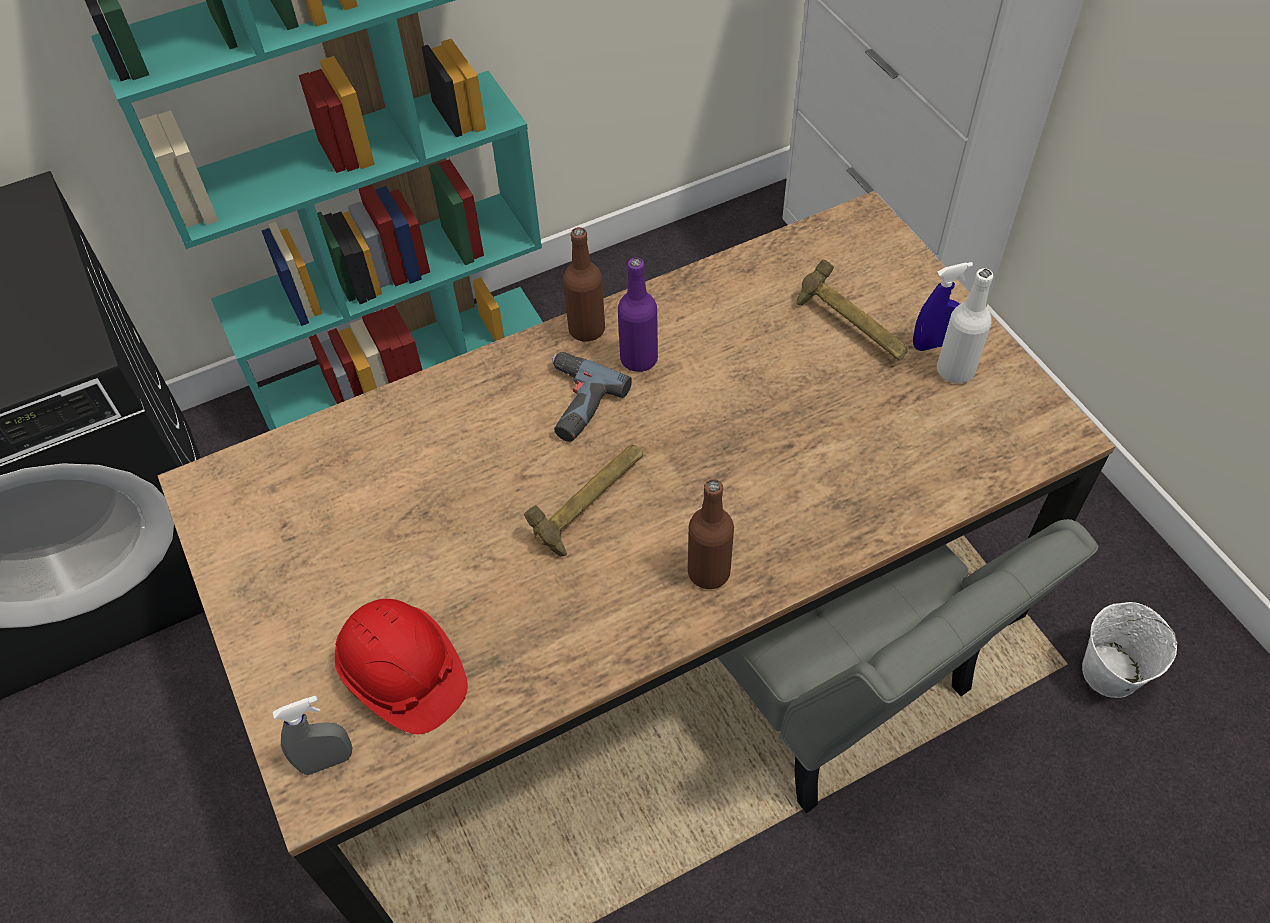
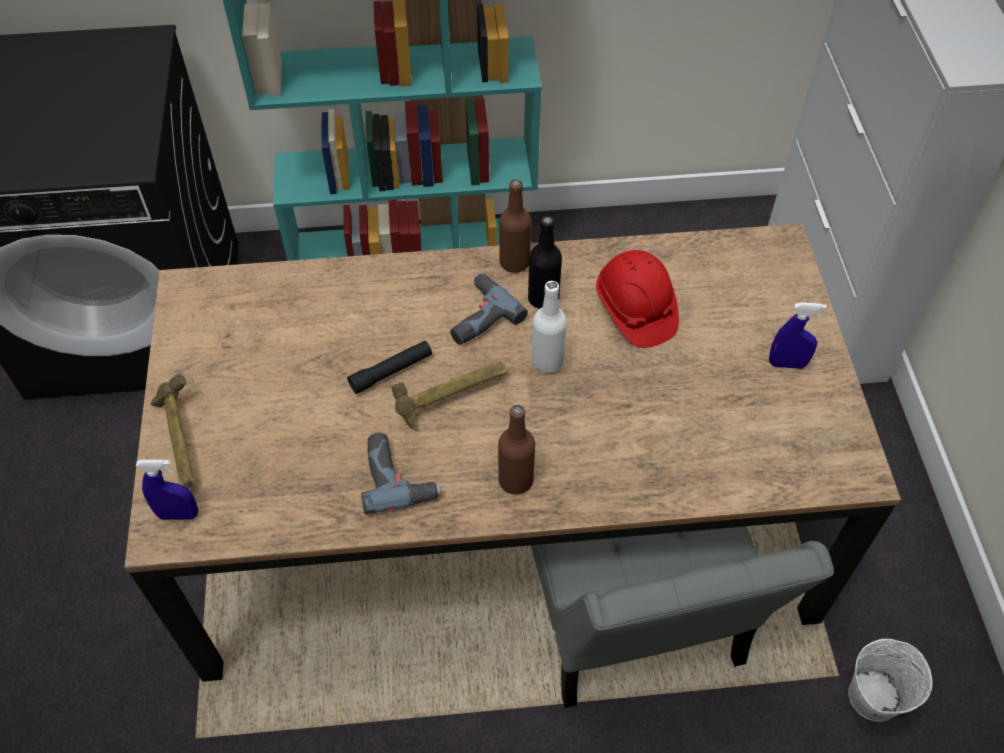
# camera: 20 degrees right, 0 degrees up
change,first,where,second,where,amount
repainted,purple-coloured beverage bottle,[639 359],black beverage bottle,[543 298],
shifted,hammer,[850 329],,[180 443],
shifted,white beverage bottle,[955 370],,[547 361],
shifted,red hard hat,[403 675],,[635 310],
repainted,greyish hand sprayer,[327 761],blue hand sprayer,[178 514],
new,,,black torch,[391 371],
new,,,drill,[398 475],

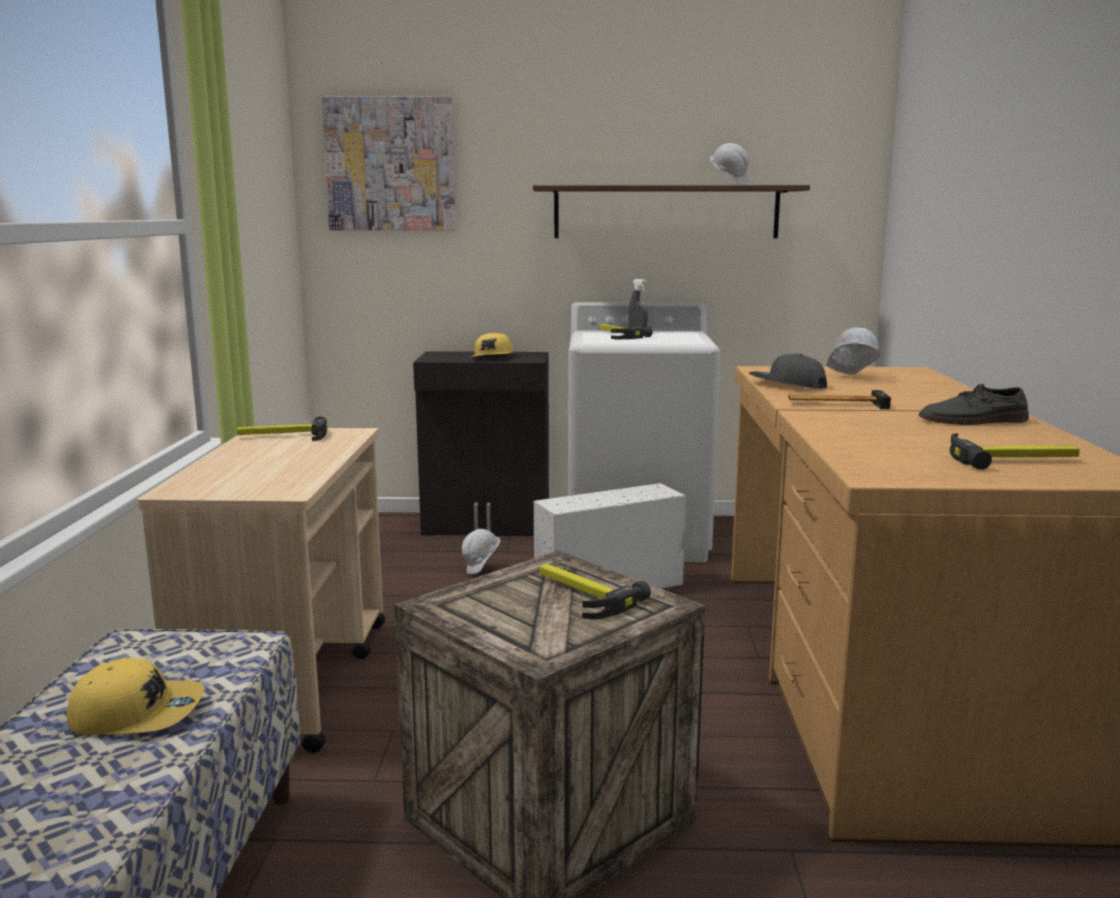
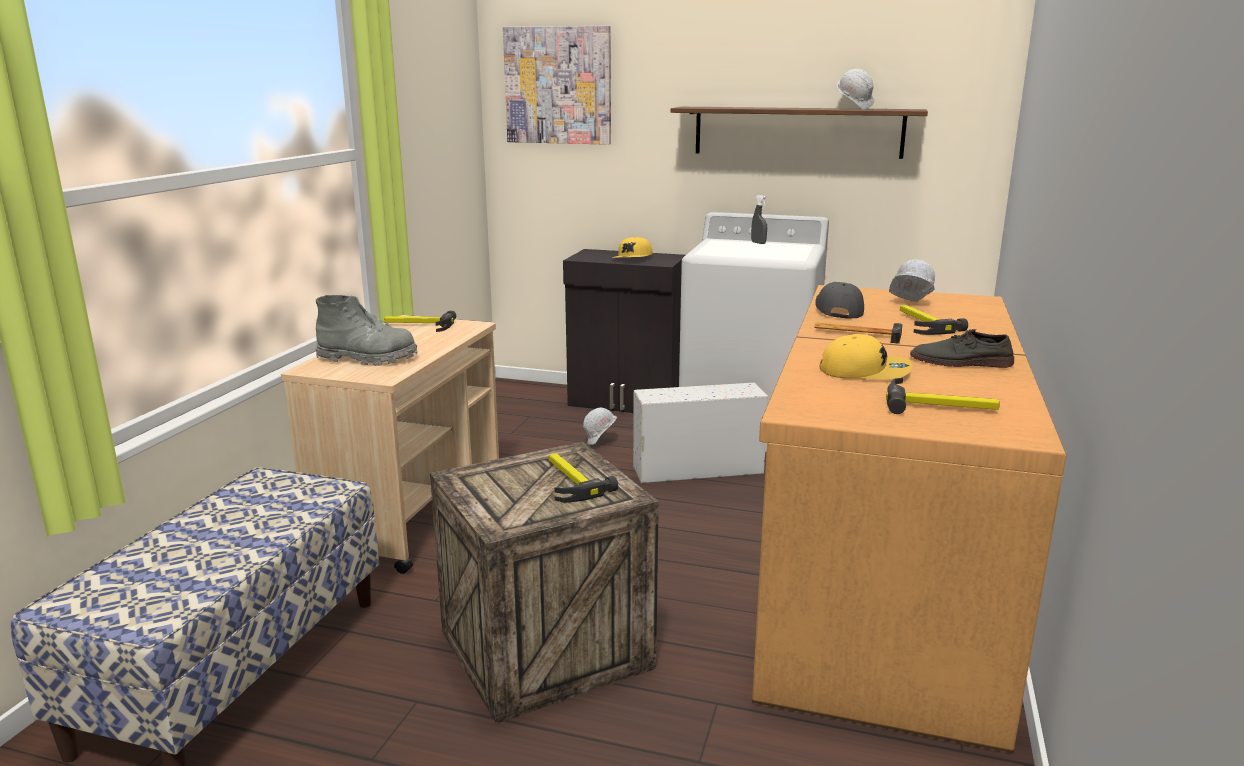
# camera: 15 degrees right, 5 degrees up
change,first,where,second,where,amount
shifted,hammer,[616 335],,[921 324],
rotated,greyish peaked cap,[787 385],,[838 309],45 degrees clockwise
shifted,yellow-coloured peaked cap,[137 713],,[865 371],
new,,,greyish high-top boot,[367 358],

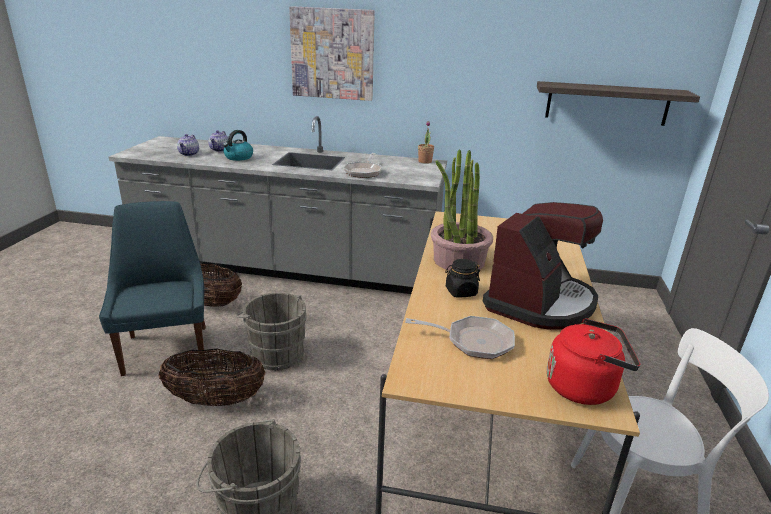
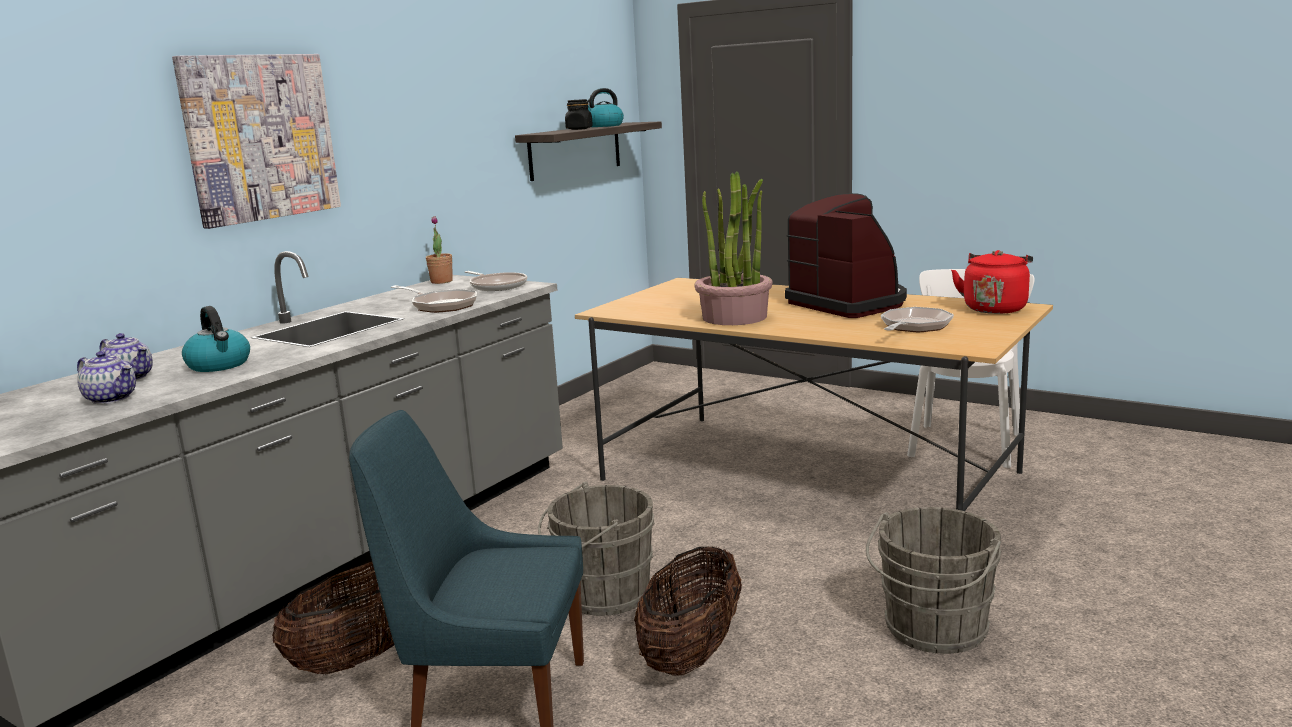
# camera: 65 degrees left, 10 degrees down
change,first,where,second,where,amount
shifted,black storage jar,[460 292],,[579 129],
new,,,water kettle,[604 126],
new,,,skillet,[497 286],

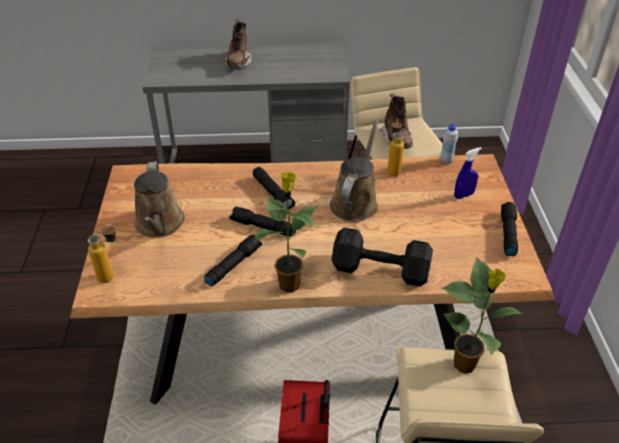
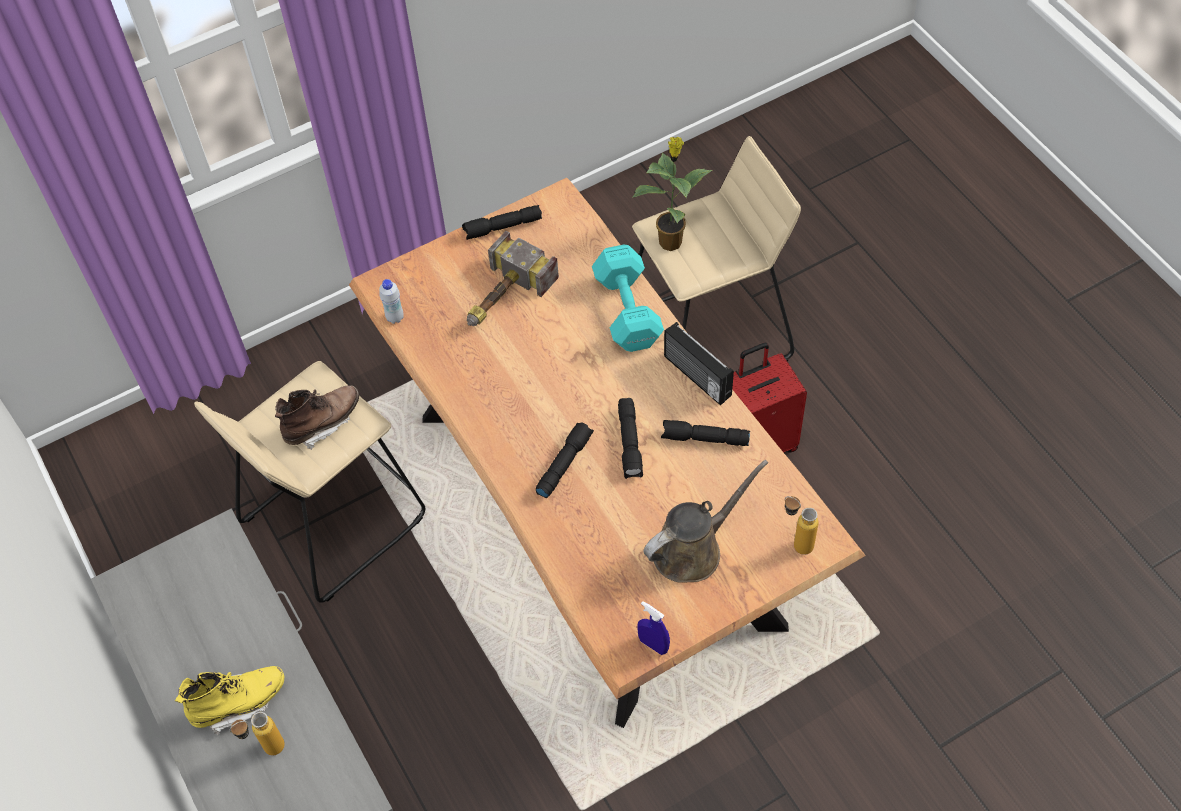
# camera: 115 degrees left, 15 degrees up
change,first,where,second,where,amount
repainted,brownish high-top boot,[238 62],yellow-coloured high-top boot,[239 703],
gone,brownish watering pot,[355 202],,,
shifted,beverage bottle,[393 169],,[266 750],
shifted,blue hand sprayer,[463 195],,[653 645],
swapped,potted plant,[289 283],radio,[696 377],
repainted,black free weight,[378 269],turquoise-coloured free weight,[627 313],
new,,,hammer,[502 298],

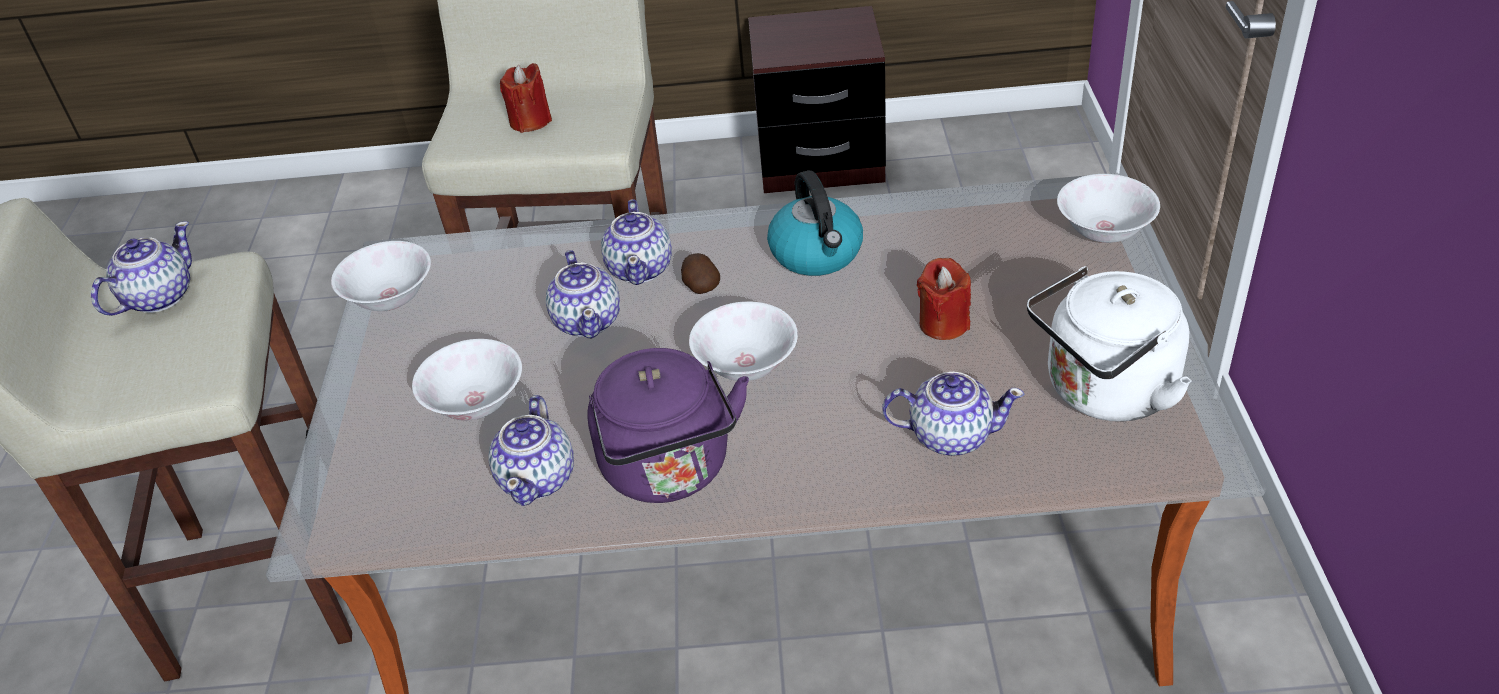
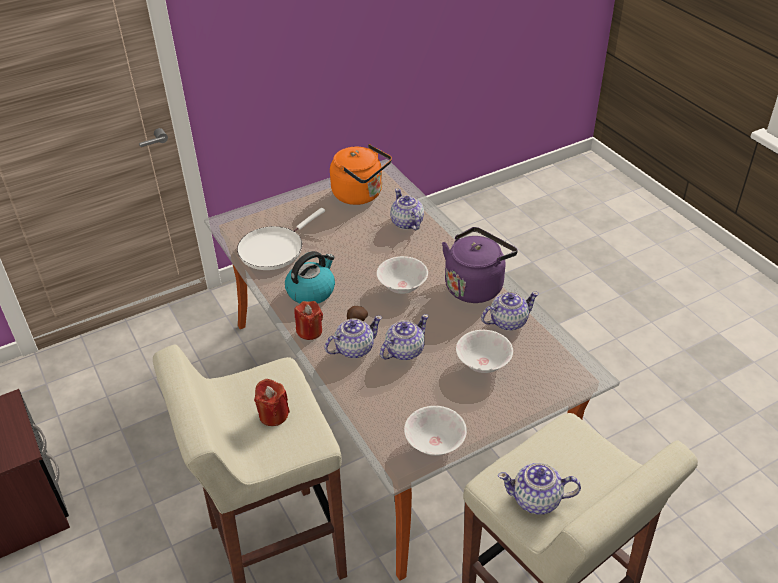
# camera: 120 degrees left, 0 degrees up
change,first,where,second,where,amount
gone,white deep dish,[1103 232],,,
shifted,red wax candle,[943 324],,[309 331],
repainted,white water kettle,[1104 392],orangey water kettle,[360 195],
new,,,white skillet,[274 249],

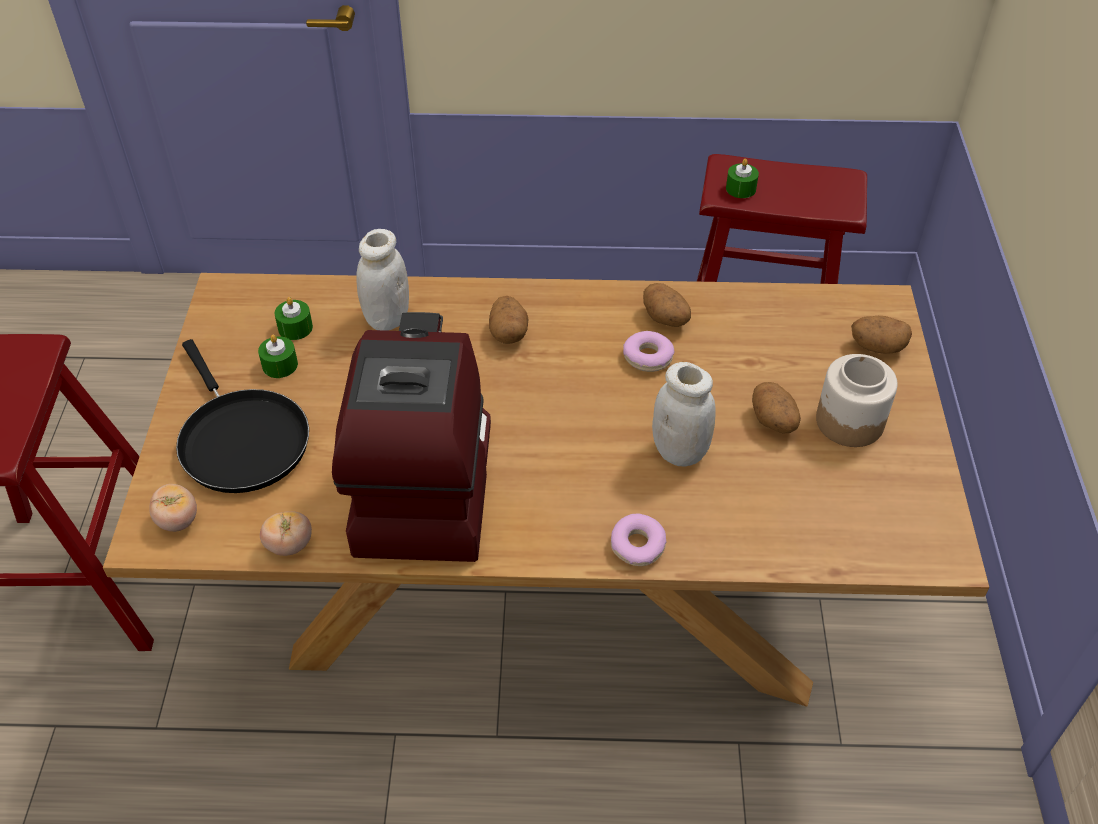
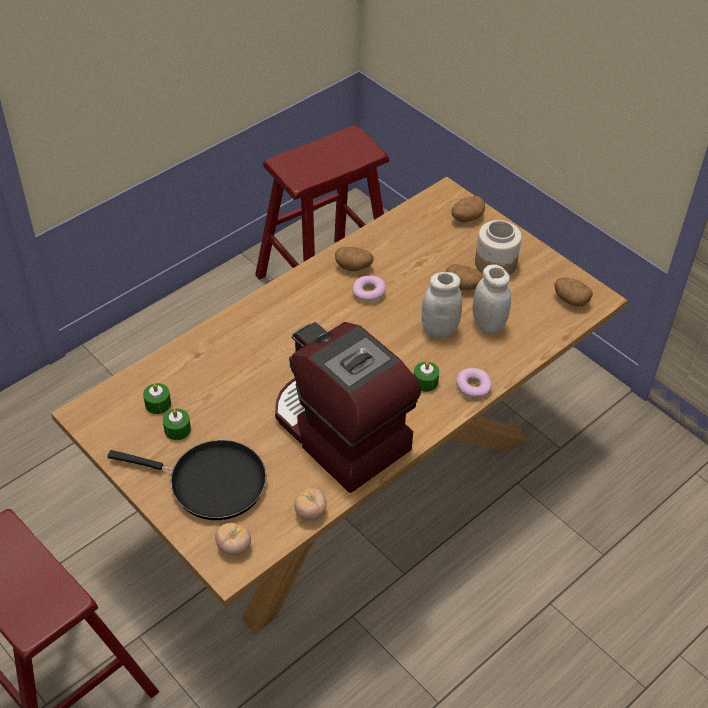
# camera: 45 degrees left, 0 degrees up
change,first,where,second,where,amount
shifted,green-coloured wax candle,[740 188],,[425 382],
shifted,white storage jar,[387 318],,[488 324],
shifted,potato,[508 333],,[570 300],

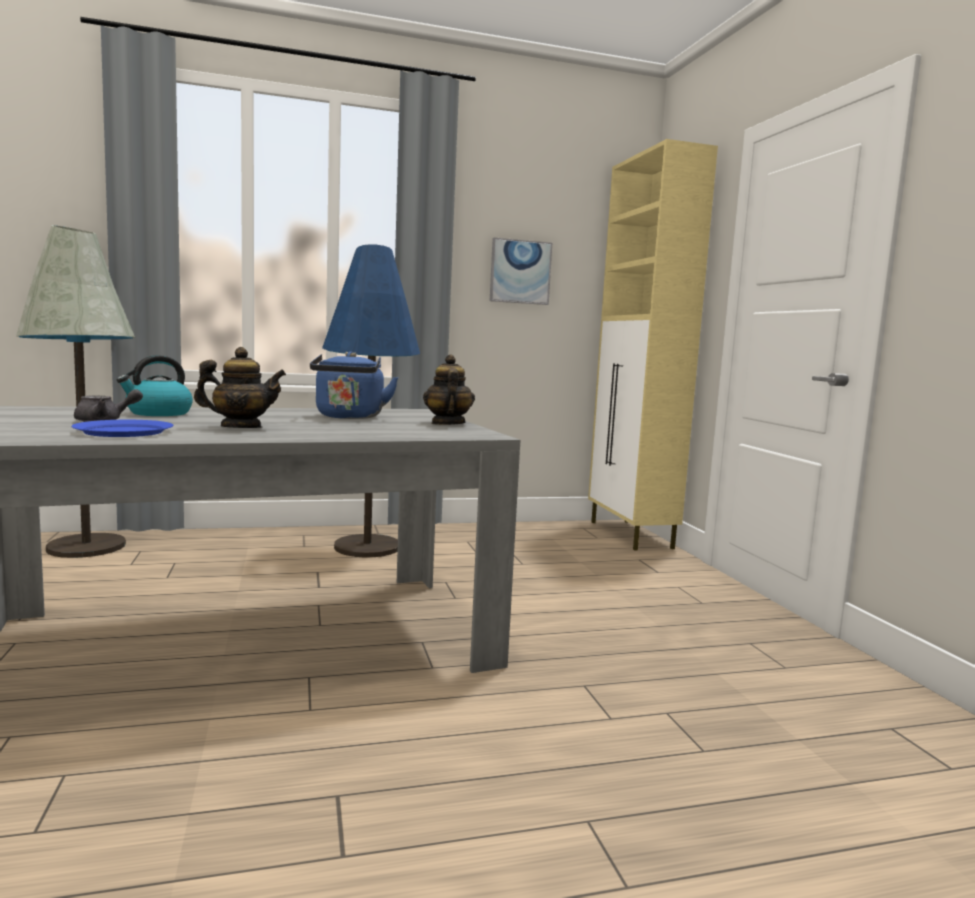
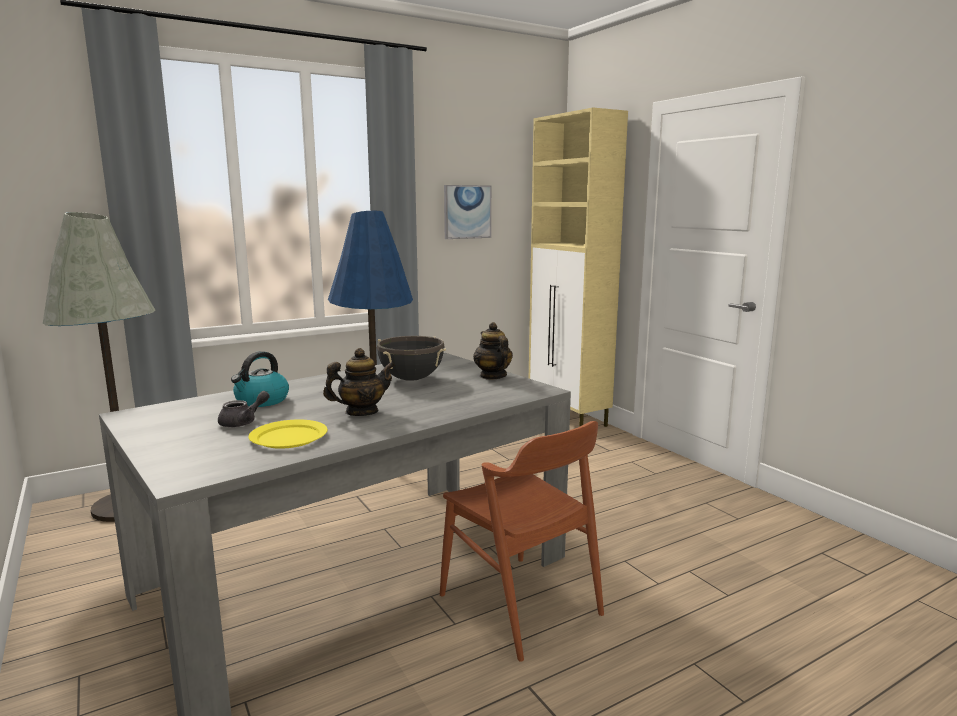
# camera: 15 degrees left, 5 degrees up
change,first,where,second,where,amount
swapped,blue water kettle,[349 417],black stockpot,[411 379],
repainted,blue dinner plate,[124 431],yellow-coloured dinner plate,[288 437],
new,,,brownish chair,[520 604],

